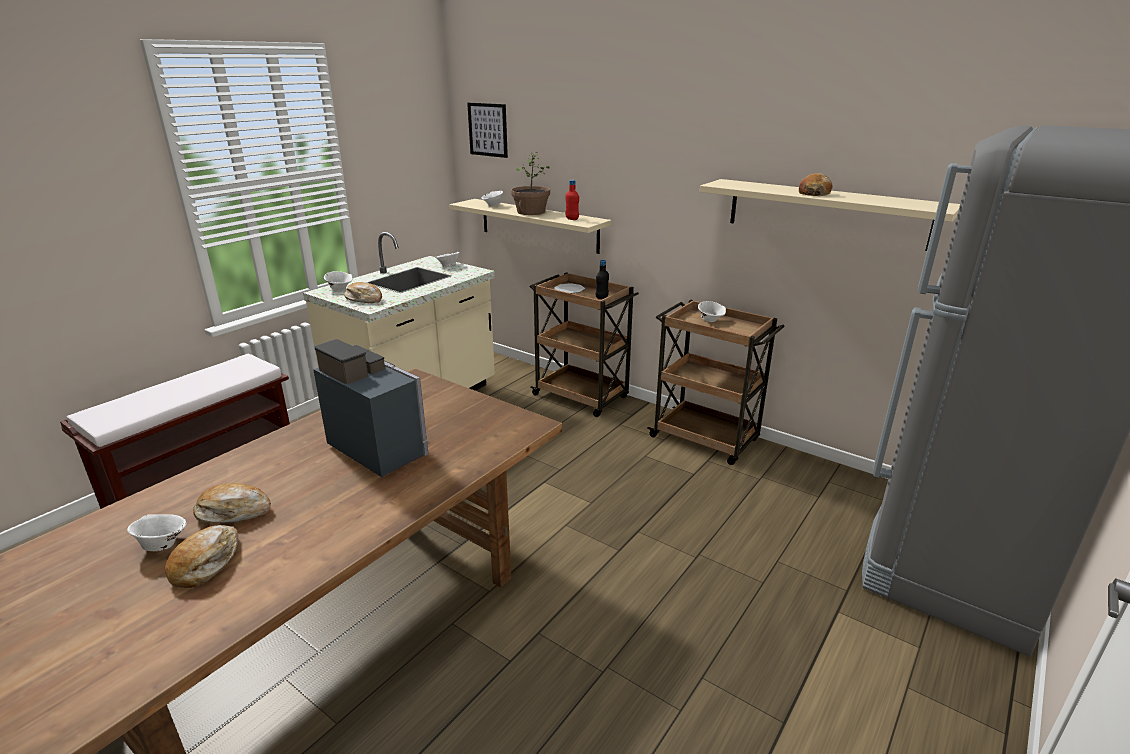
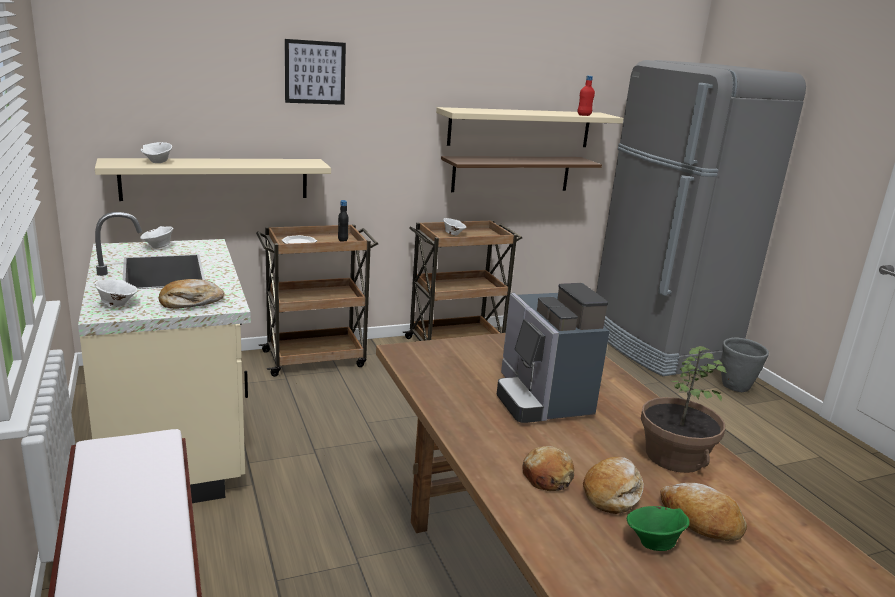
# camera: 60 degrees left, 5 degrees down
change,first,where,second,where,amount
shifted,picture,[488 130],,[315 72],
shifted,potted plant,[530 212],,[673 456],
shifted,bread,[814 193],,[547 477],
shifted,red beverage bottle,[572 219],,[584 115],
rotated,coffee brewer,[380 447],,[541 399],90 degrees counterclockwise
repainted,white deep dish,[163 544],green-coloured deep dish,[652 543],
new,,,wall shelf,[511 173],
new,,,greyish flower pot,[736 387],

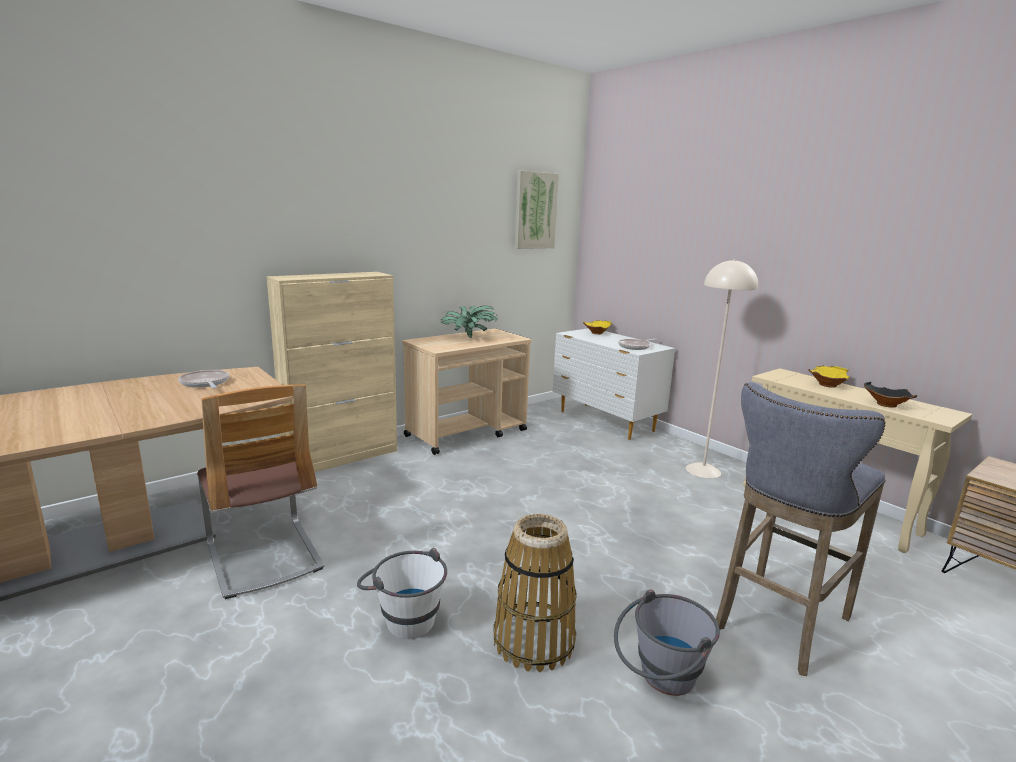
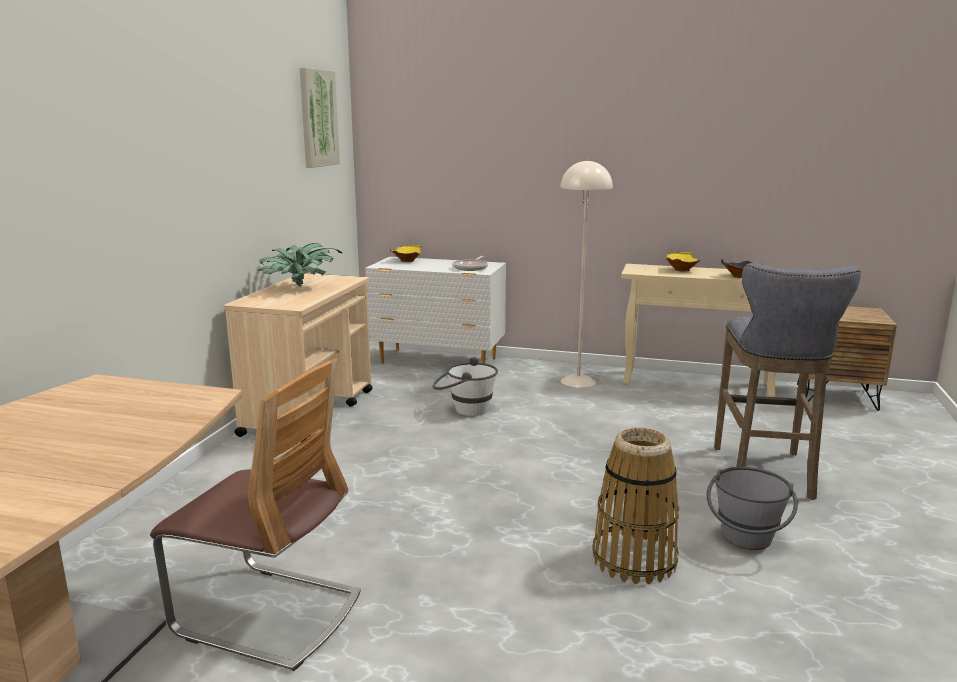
# camera: 35 degrees left, 0 degrees up
change,first,where,second,where,amount
gone,sand-coloured cabinet,[342 457],,,
gone,skillet,[205 383],,,
shifted,white bucket,[403 617],,[464 409],

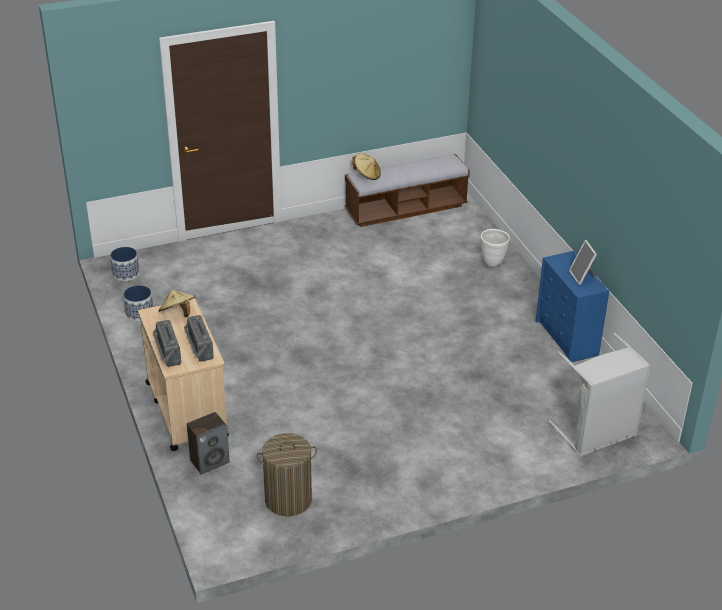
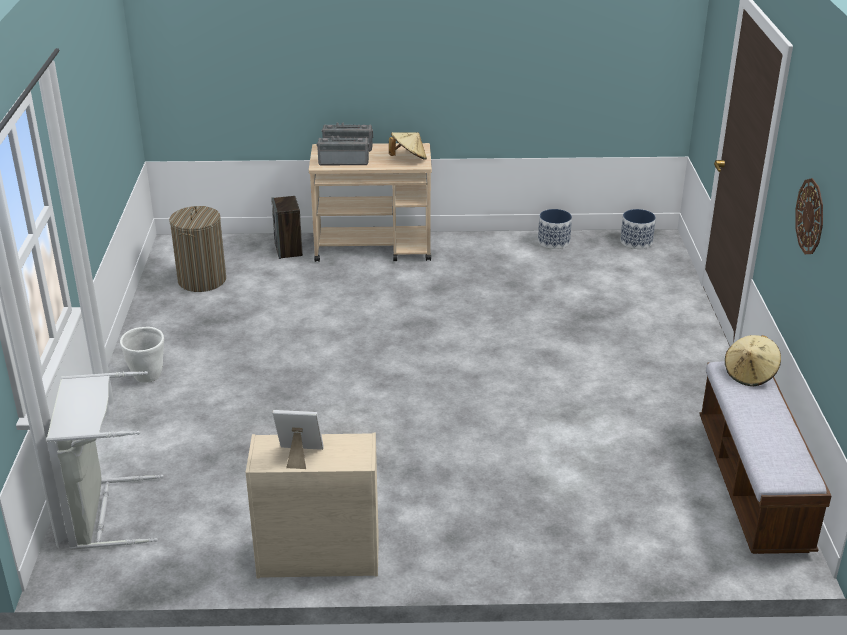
# camera: 110 degrees right, 5 degrees down
change,first,where,second,where,amount
shifted,white flower pot,[493 262],,[147 376],
repainted,blue dresser,[567 339],sand-coloured dresser,[317 557],
new,,,clock on the wall,[810 216],

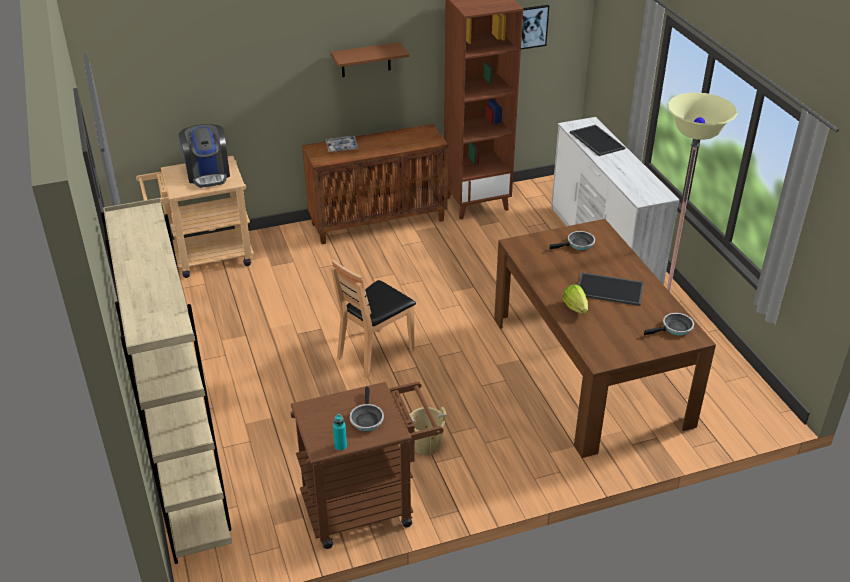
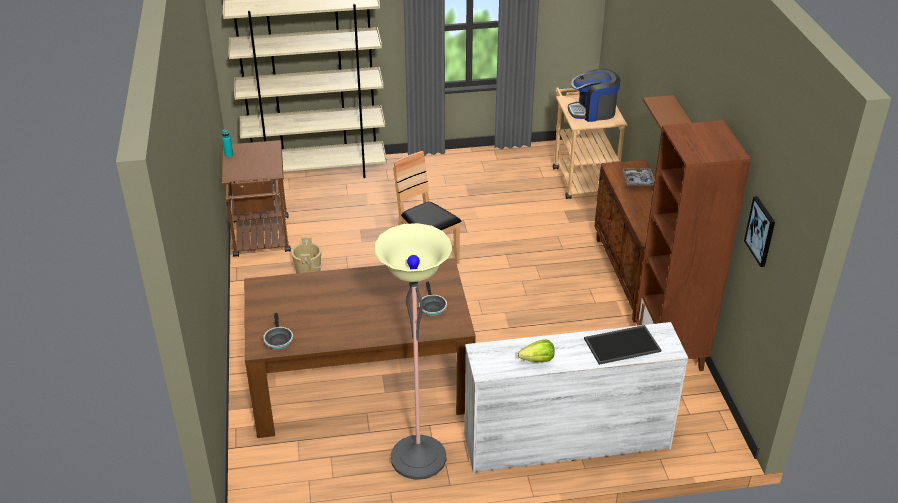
# camera: 100 degrees right, 0 degrees up
change,first,where,second,where,amount
gone,carrying tray,[610 289],,,
shifted,lettuce head,[575 307],,[538 360],
gone,skillet,[366 419],,,

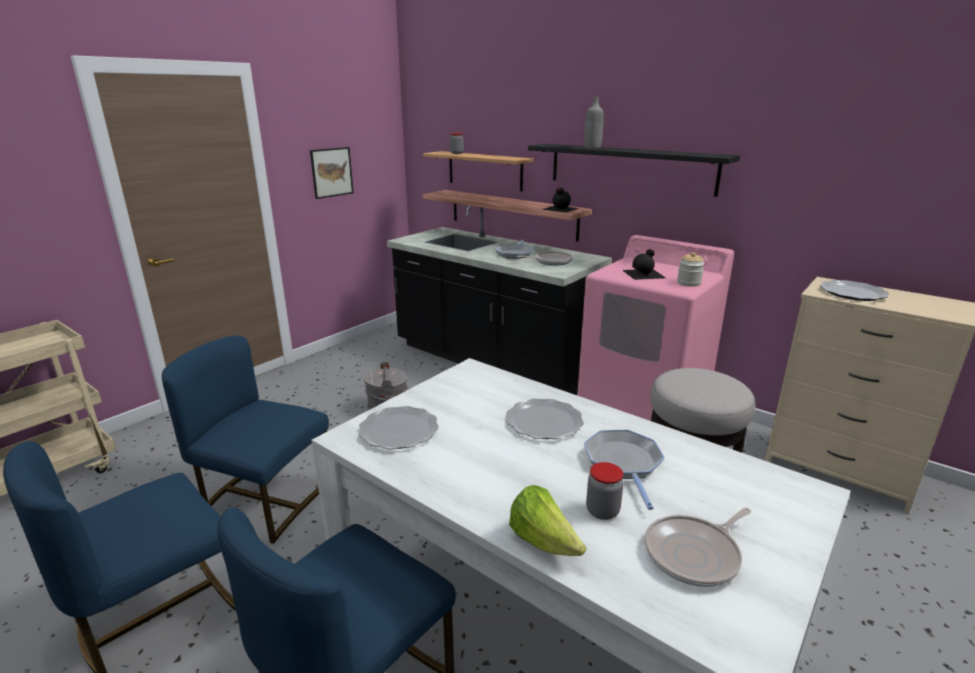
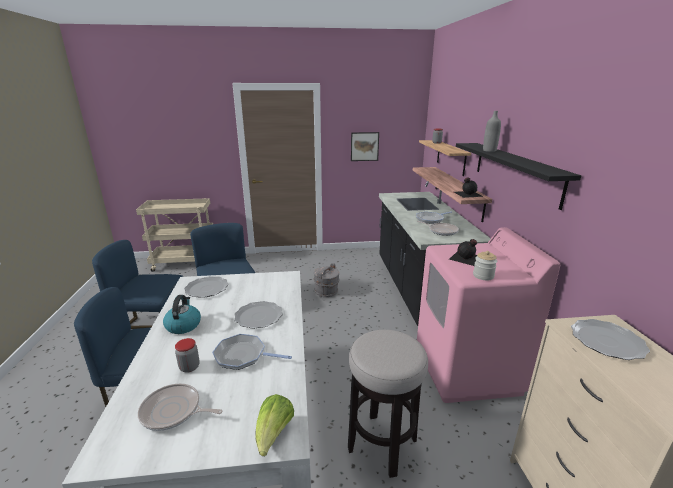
# camera: 45 degrees right, 0 degrees up
change,first,where,second,where,amount
rotated,skillet,[624 463],,[243 356],120 degrees counterclockwise
shifted,lettuce head,[543 542],,[274 435],
new,,,water kettle,[183 325],

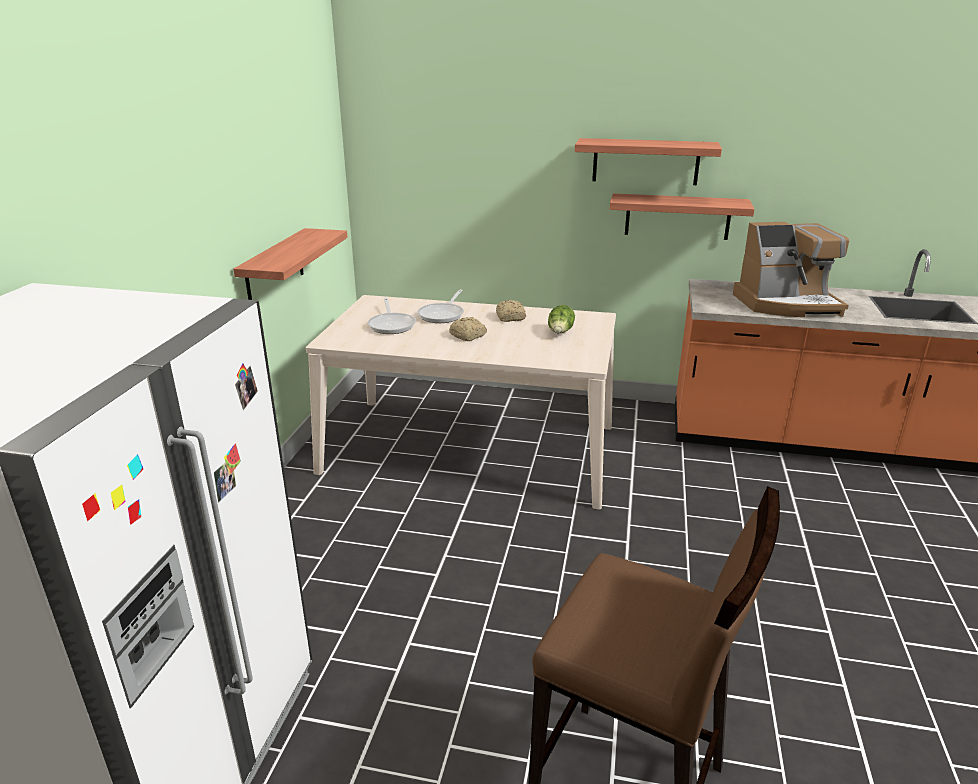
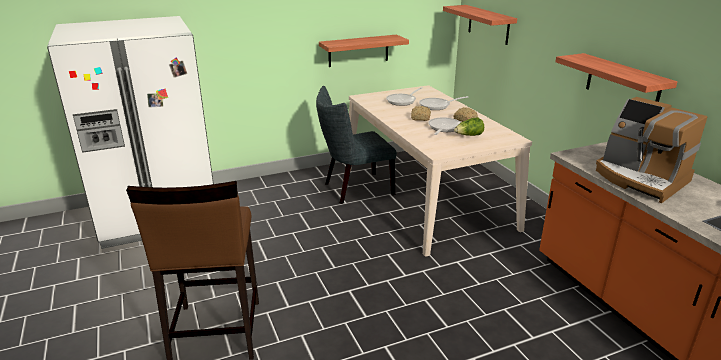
# camera: 55 degrees right, 0 degrees up
change,first,where,second,where,amount
shifted,wall shelf,[645 161],,[488 24],
new,,,greyish chair,[354 189],
new,,,skillet,[443 128],

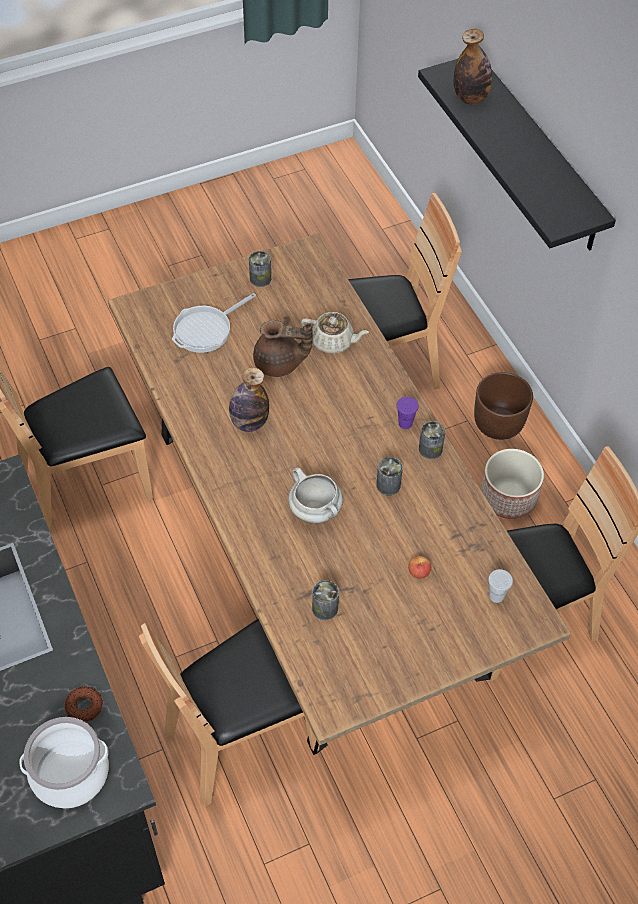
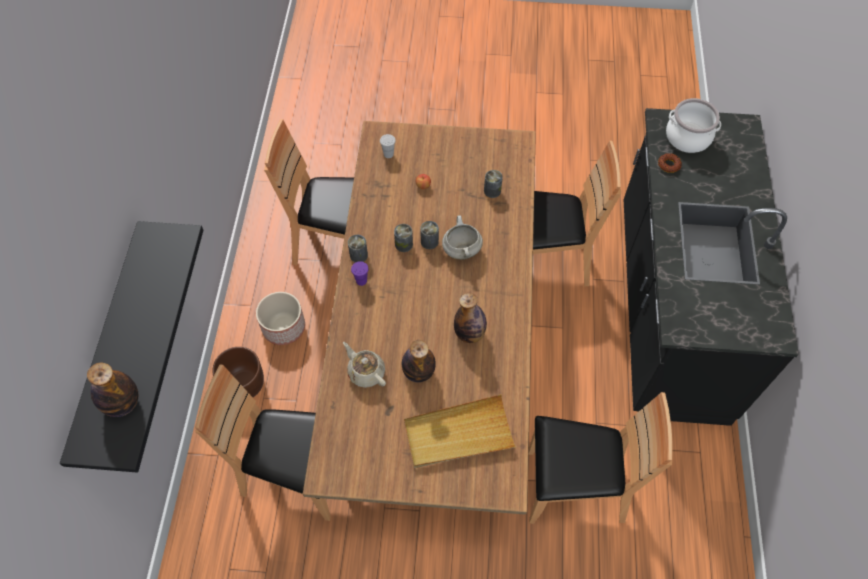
# camera: 150 degrees left, 5 degrees up
change,first,where,second,where,amount
shifted,sealed can,[260 278],,[429 241],
swapped,skillet,[206 330],sand-coloured carrying tray,[458 434],
swapped,brownish teapot,[280 364],beverage bottle,[418 372],

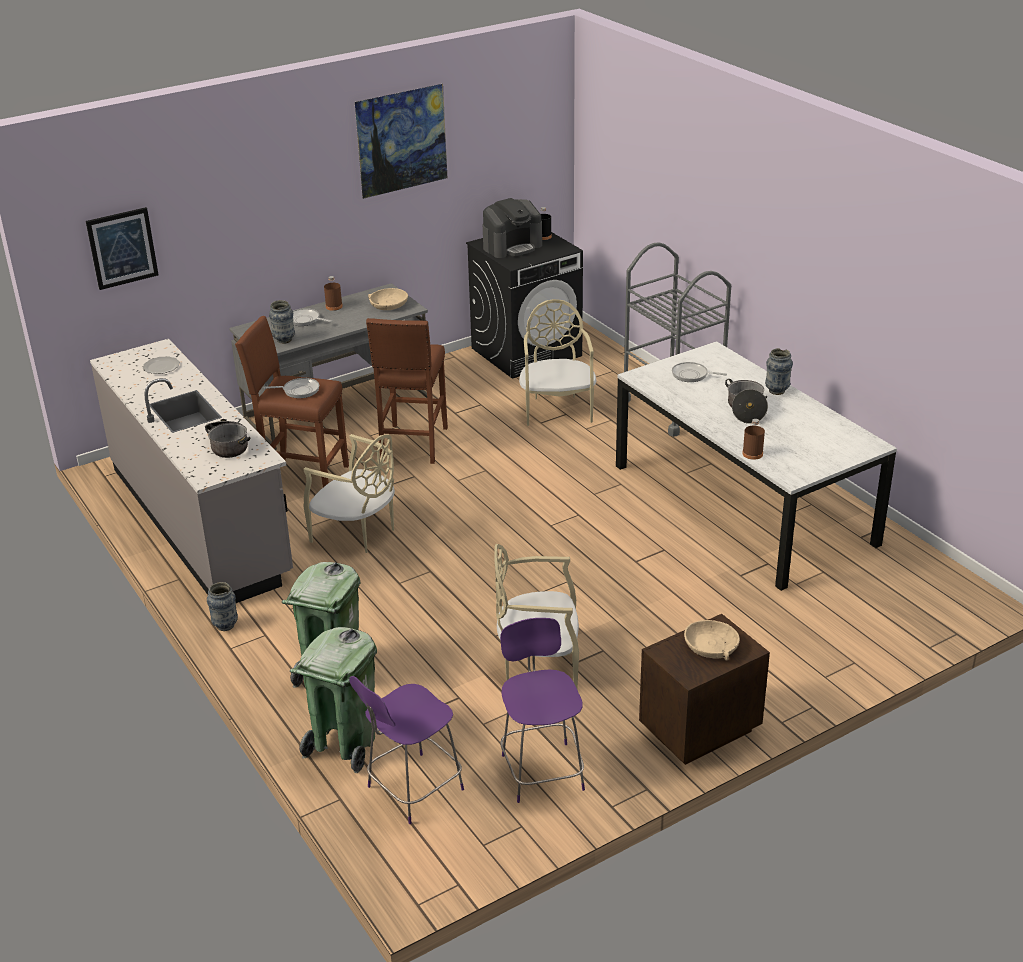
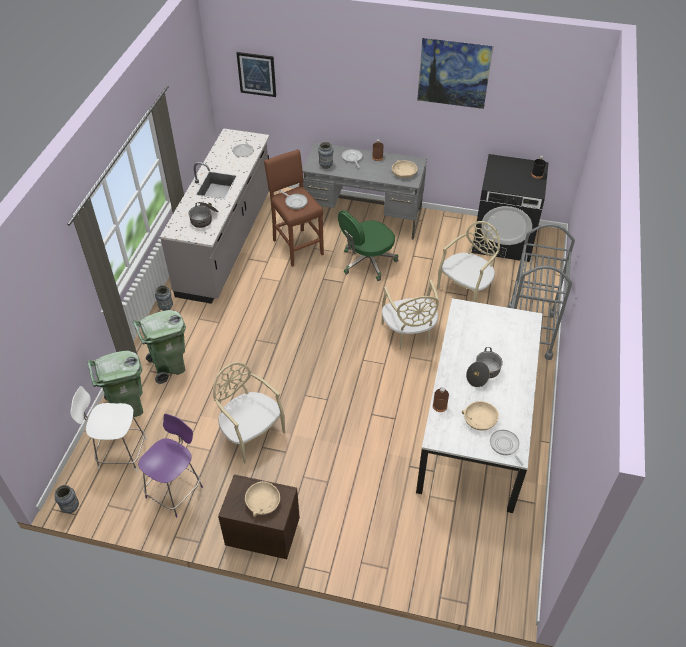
# camera: 45 degrees right, 15 degrees up
change,first,where,second,where,amount
gone,coffee brewer,[512 246],,,
swapped,brownish stool,[413 445],green-coloured desk chair,[367 262],
shifted,flower vase,[776 391],,[71 508],
shifted,skillet,[692 375],,[505 446],
shifted,sand-coloured chair,[357 533],,[408 334],
repainted,purple-coloured stool,[412 790],white stool,[120 453],
new,,,sand-coloured deep dish,[479 419],

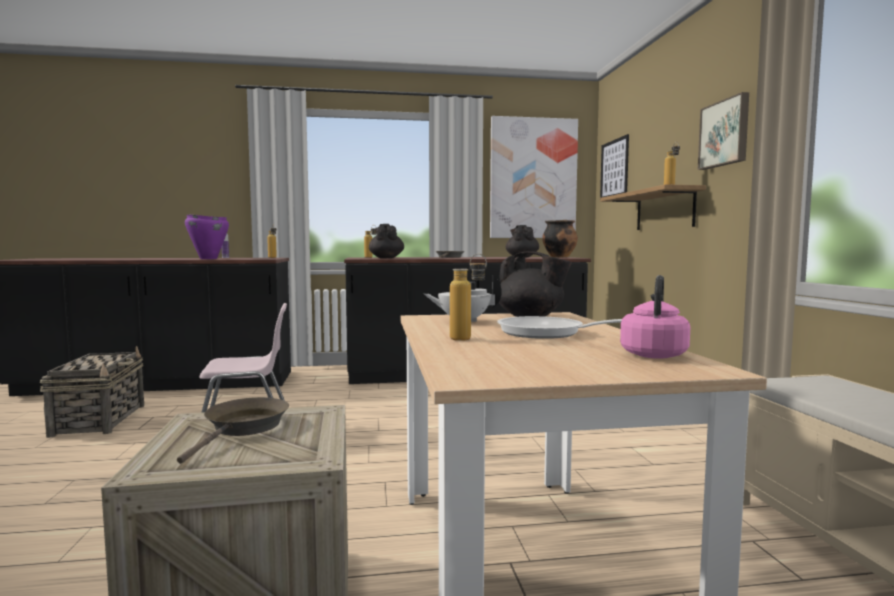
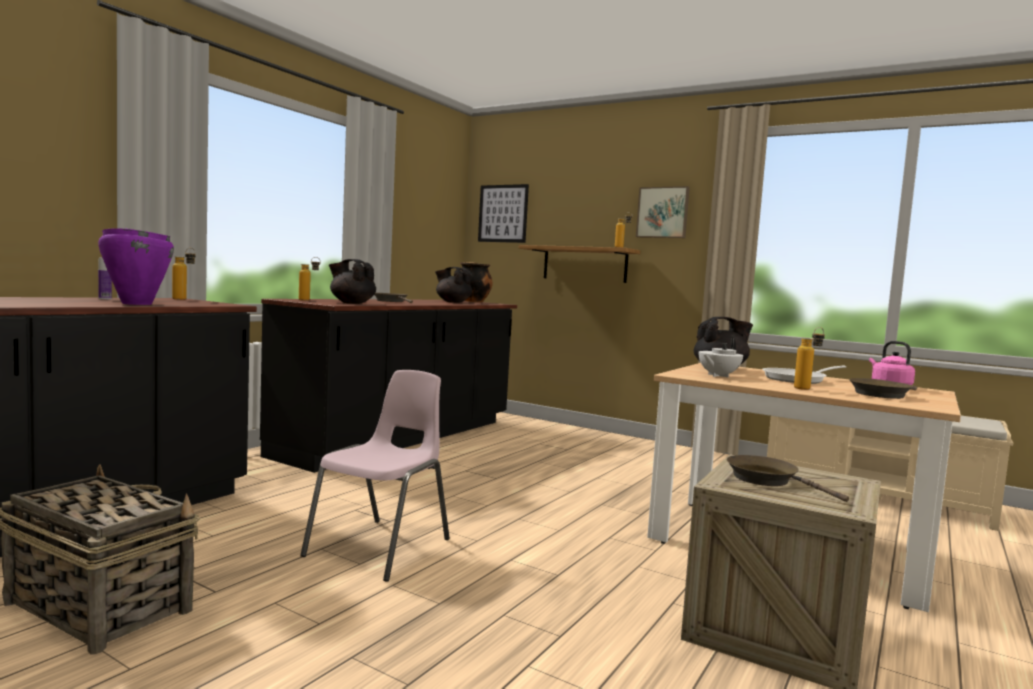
# camera: 50 degrees left, 0 degrees up
change,first,where,second,where,amount
gone,picture,[533 178],,,
new,,,brownish skillet,[881 394],

